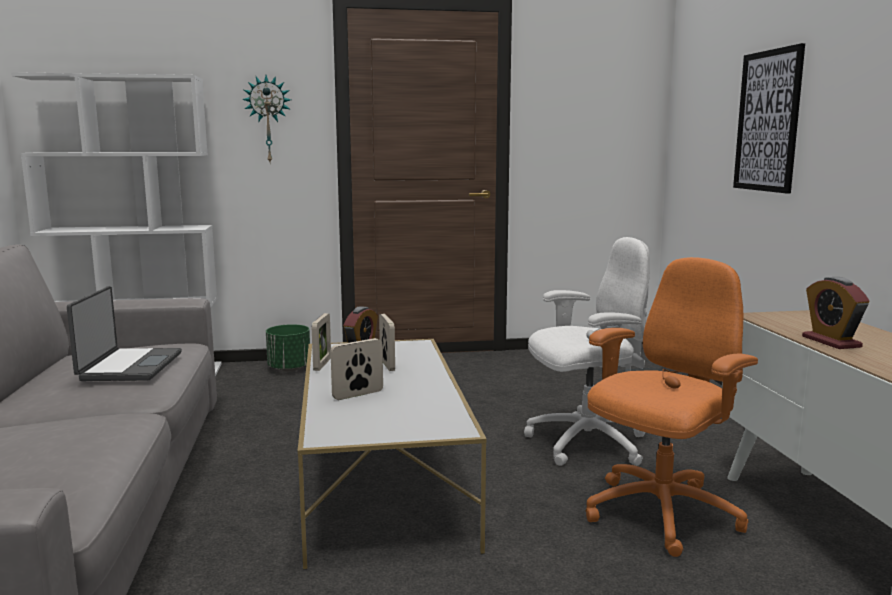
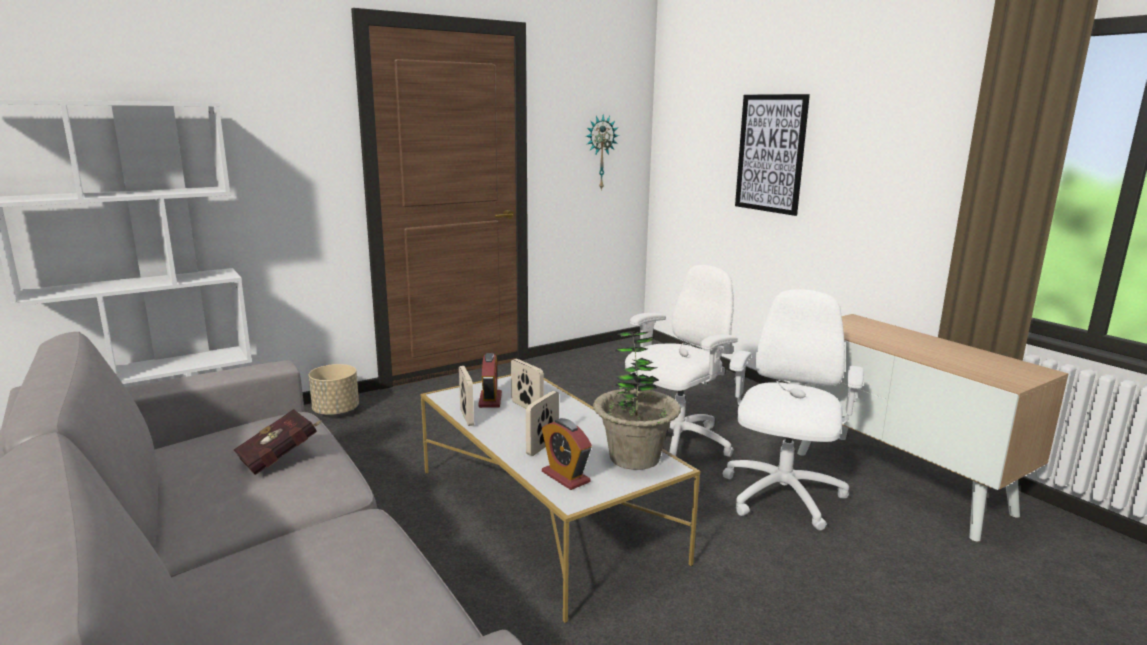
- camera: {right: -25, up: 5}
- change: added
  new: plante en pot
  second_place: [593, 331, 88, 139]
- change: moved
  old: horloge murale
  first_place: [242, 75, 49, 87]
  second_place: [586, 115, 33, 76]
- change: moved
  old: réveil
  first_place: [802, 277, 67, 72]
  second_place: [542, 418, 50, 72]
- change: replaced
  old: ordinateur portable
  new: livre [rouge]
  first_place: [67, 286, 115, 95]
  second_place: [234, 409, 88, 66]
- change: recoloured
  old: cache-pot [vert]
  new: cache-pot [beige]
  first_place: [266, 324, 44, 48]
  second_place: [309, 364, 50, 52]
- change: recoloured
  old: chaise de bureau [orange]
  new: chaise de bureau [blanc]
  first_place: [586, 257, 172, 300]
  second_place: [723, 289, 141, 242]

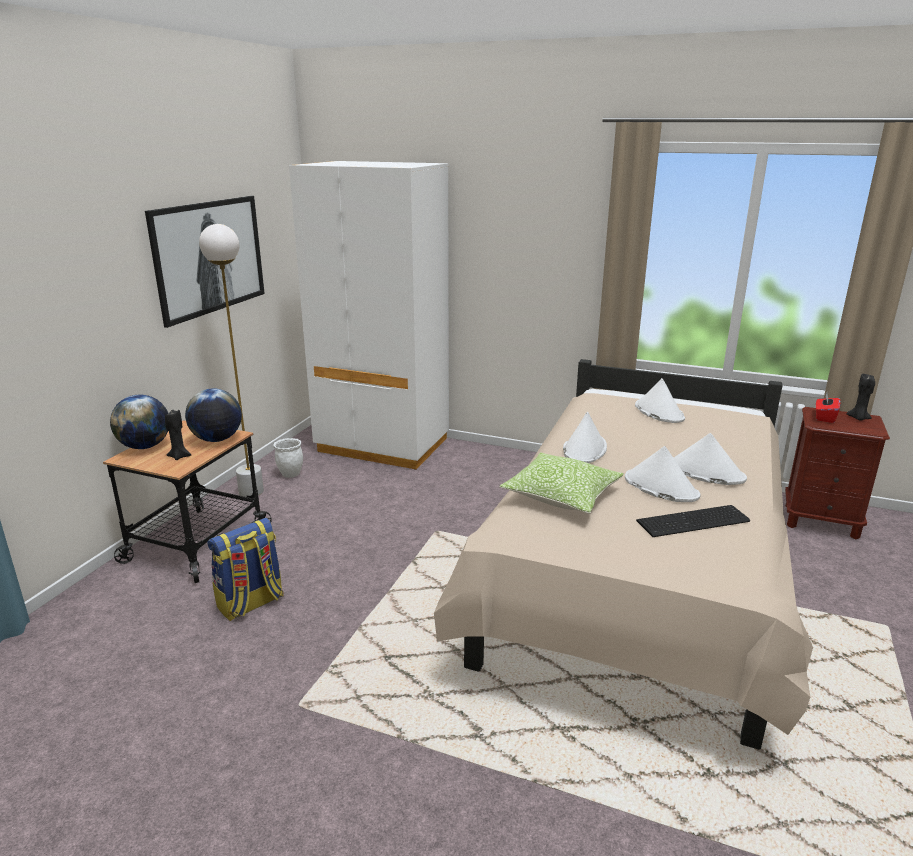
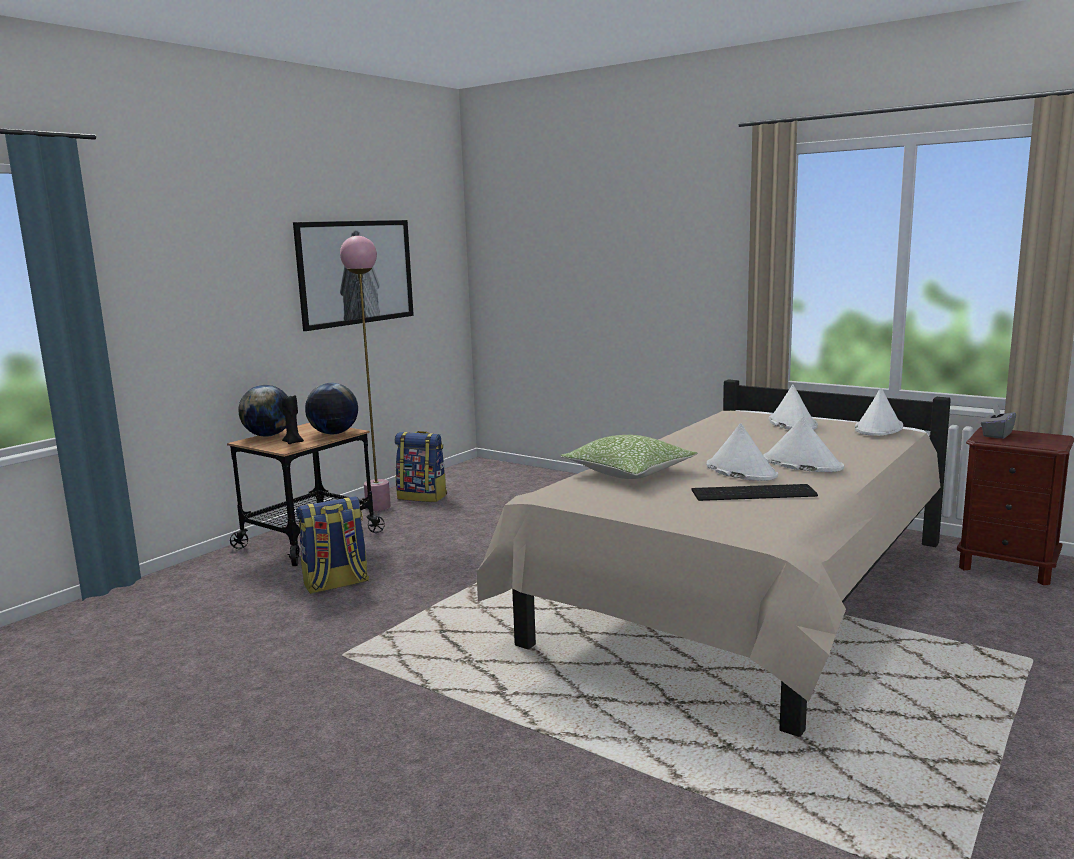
- camera: {right: 15, up: -10}
- change: removed
  old: armoire [blanc]
  first_place: [289, 161, 160, 309]
- change: removed
  old: bougie [noir]
  first_place: [847, 374, 28, 47]
- change: moved
  old: chapeau [blanc]
  first_place: [563, 412, 44, 51]
  second_place: [855, 388, 48, 48]
- change: replaced
  old: cache-pot [blanc]
  new: sac à dos
  first_place: [274, 438, 29, 40]
  second_place: [395, 431, 52, 71]
- change: recoloured
  old: lampadaire [blanc]
  new: lampadaire [rose]
  first_place: [199, 224, 65, 273]
  second_place: [340, 236, 51, 275]
- change: recoloured
  old: boîte à mouchoirs [rouge]
  new: boîte à mouchoirs [gris]
  first_place: [816, 393, 24, 30]
  second_place: [981, 405, 35, 34]

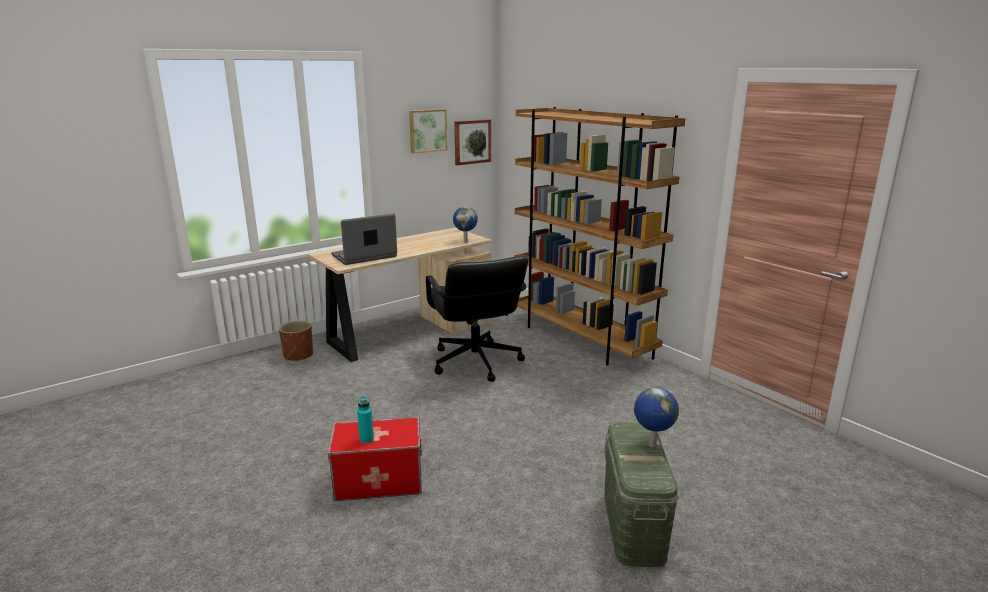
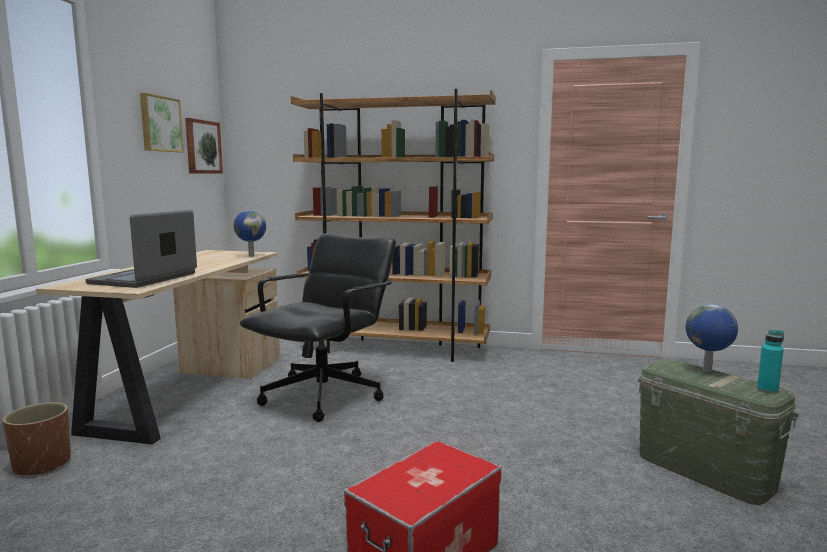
- camera: {right: -40, up: -10}
- change: moved
  old: bouteille [turquoise]
  first_place: [357, 396, 17, 48]
  second_place: [757, 330, 27, 64]
- change: turned
  old: chaise de bureau [noir]
  first_place: [426, 256, 103, 126]
  second_place: [240, 233, 156, 189]
  degrees: -90

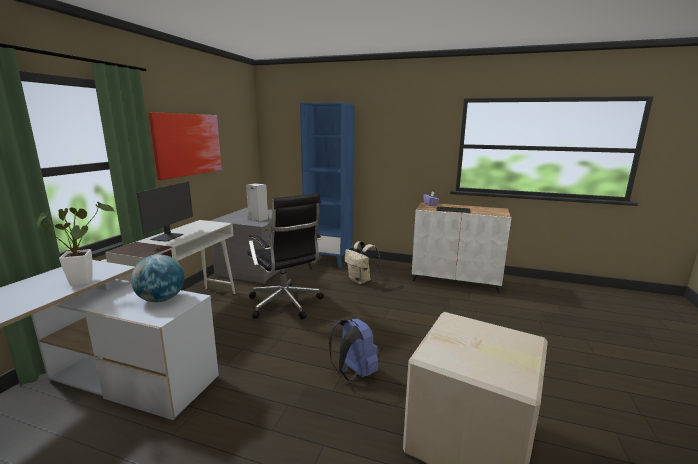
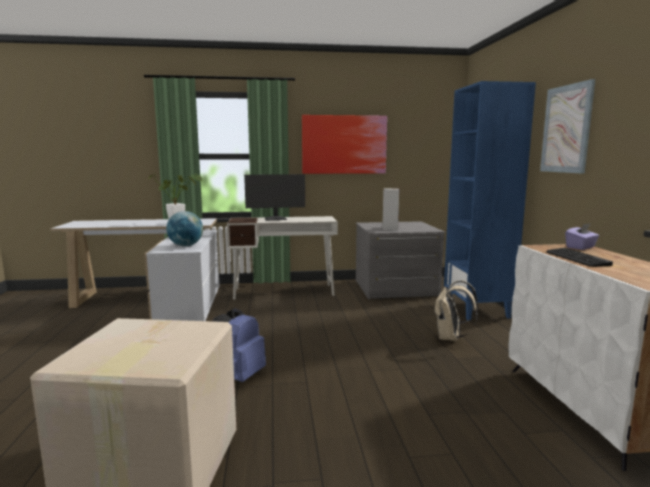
- camera: {right: 65, up: -5}
- change: removed
  old: chaise de bureau [noir]
  first_place: [247, 193, 77, 126]
- change: added
  new: tableau
  second_place: [540, 79, 56, 95]

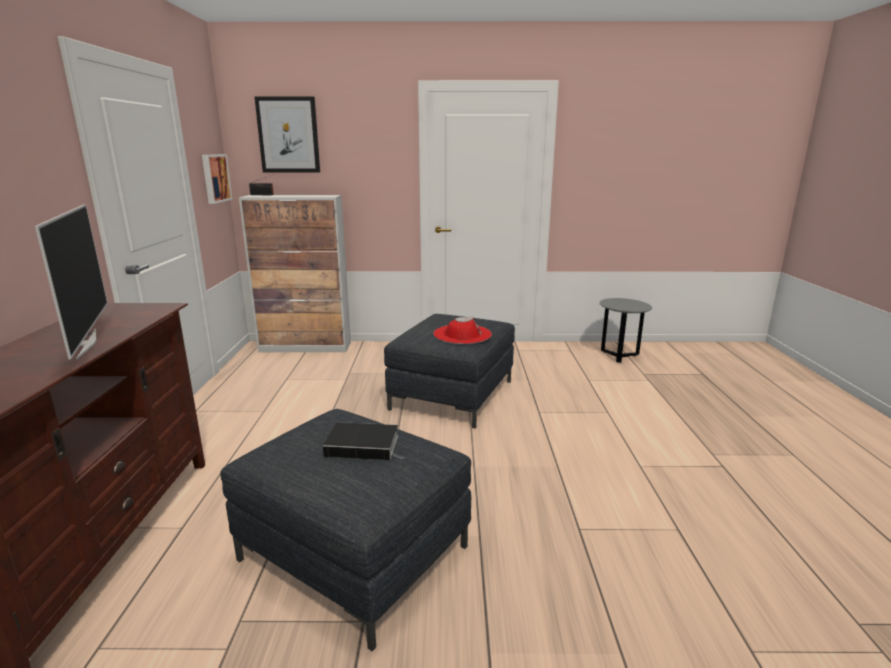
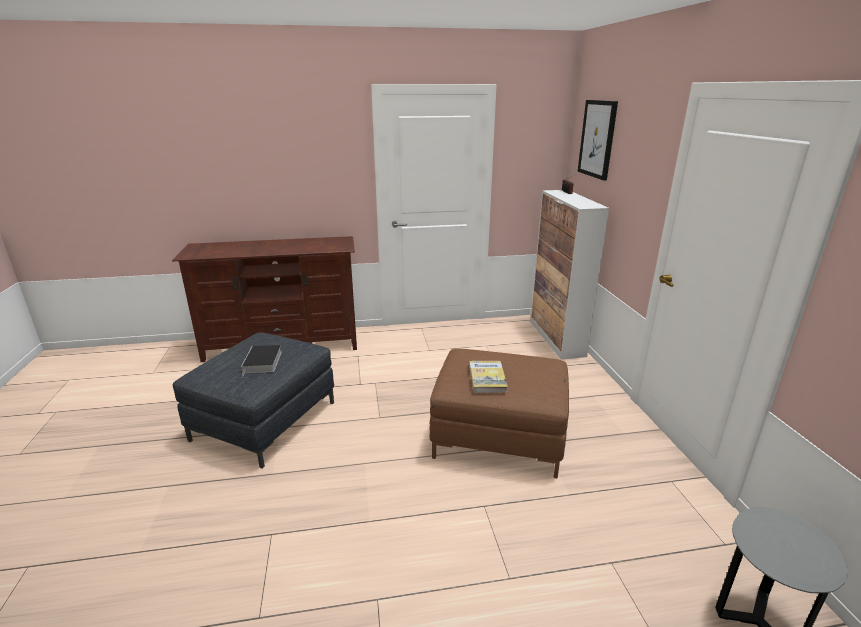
- camera: {right: 80, up: 5}
- change: removed
  old: téléviseur
  first_place: [35, 204, 73, 156]
- change: removed
  old: tableau
  first_place: [202, 154, 31, 50]
- change: replaced
  old: chapeau [rouge]
  new: livre
  first_place: [433, 317, 59, 27]
  second_place: [469, 361, 39, 32]
- change: recoloured
  old: pouf [gris]
  new: pouf [marron]
  first_place: [384, 314, 131, 115]
  second_place: [429, 348, 140, 130]

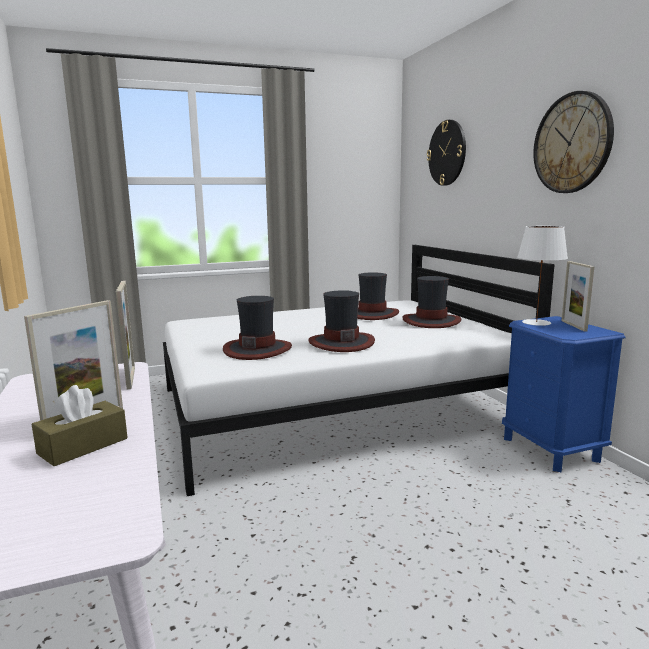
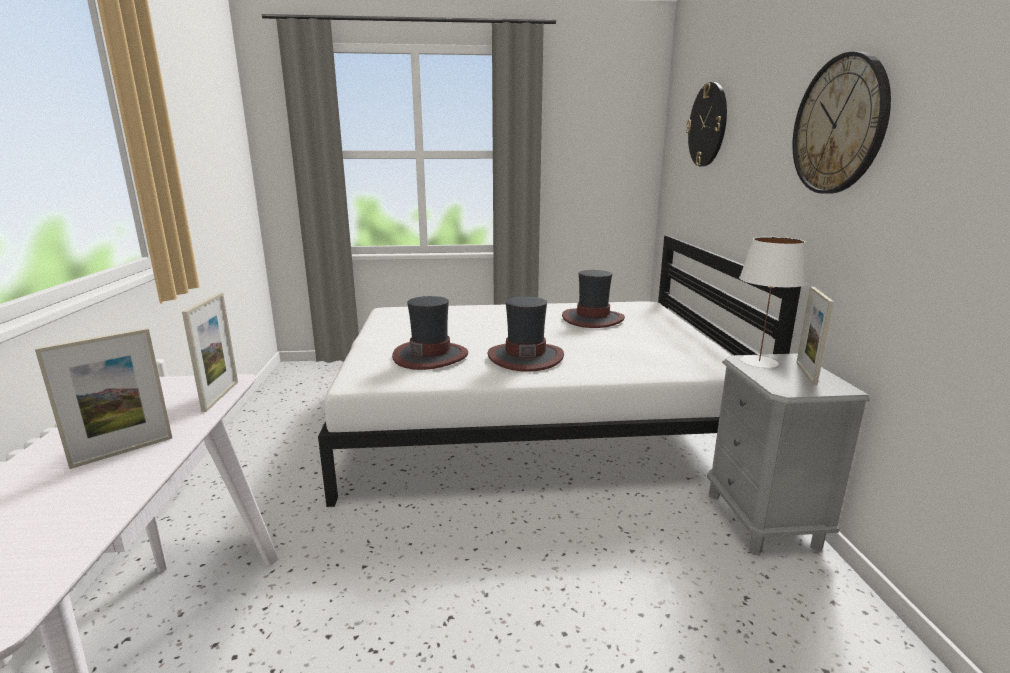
- camera: {right: 15, up: 5}
- change: removed
  old: boîte à mouchoirs [marron]
  first_place: [32, 385, 96, 81]
- change: removed
  old: chapeau
  first_place: [402, 276, 59, 52]
- change: recoloured
  old: table de chevet [bleu]
  new: table de chevet [gris]
  first_place: [502, 316, 123, 156]
  second_place: [707, 353, 163, 202]

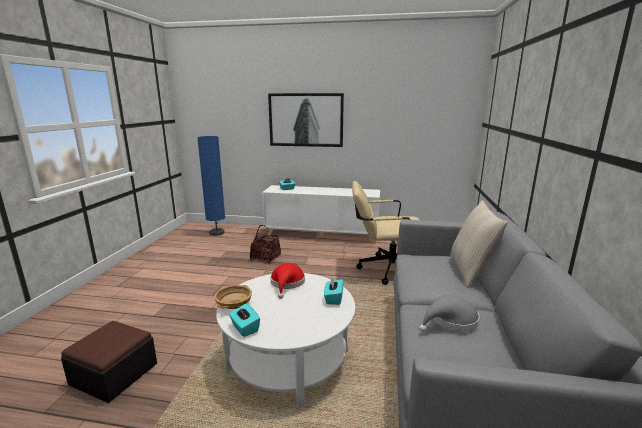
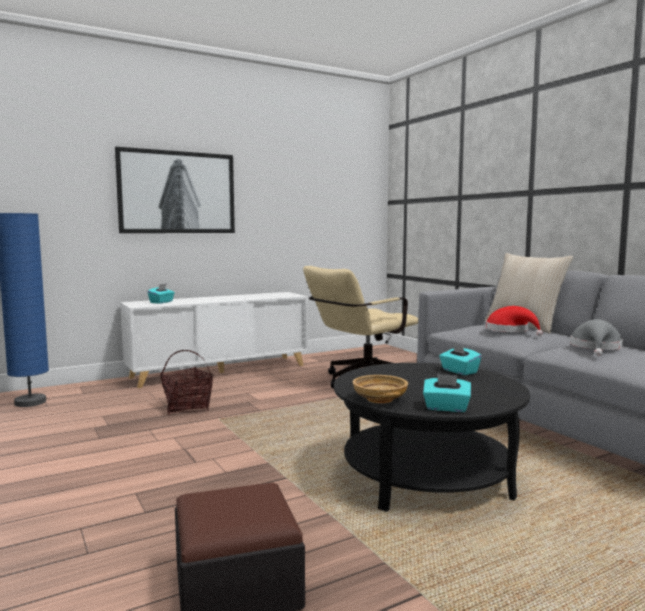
- camera: {right: -40, up: -10}
- change: moved
  old: chapeau [rouge]
  first_place: [271, 263, 34, 36]
  second_place: [486, 306, 57, 30]
- change: recoloured
  old: table basse [blanc]
  new: table basse [noir]
  first_place: [216, 273, 139, 135]
  second_place: [334, 363, 196, 149]

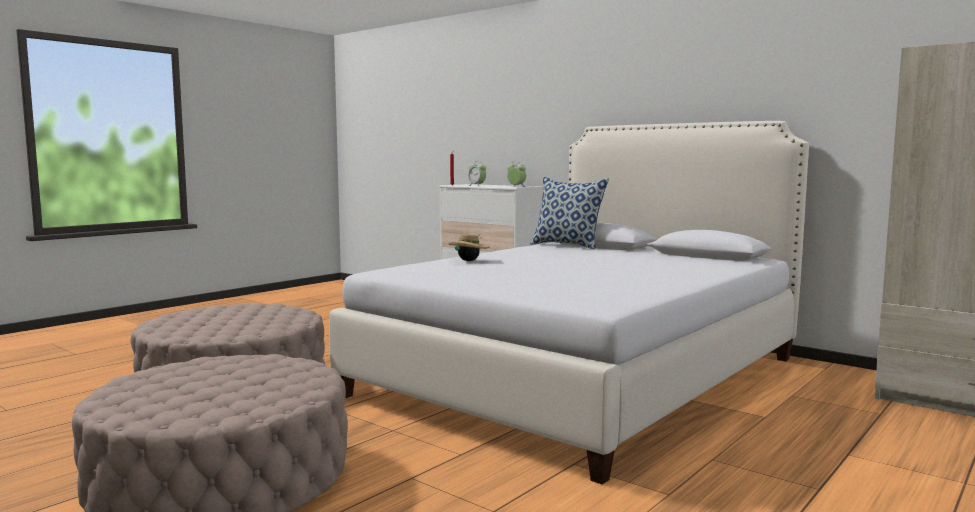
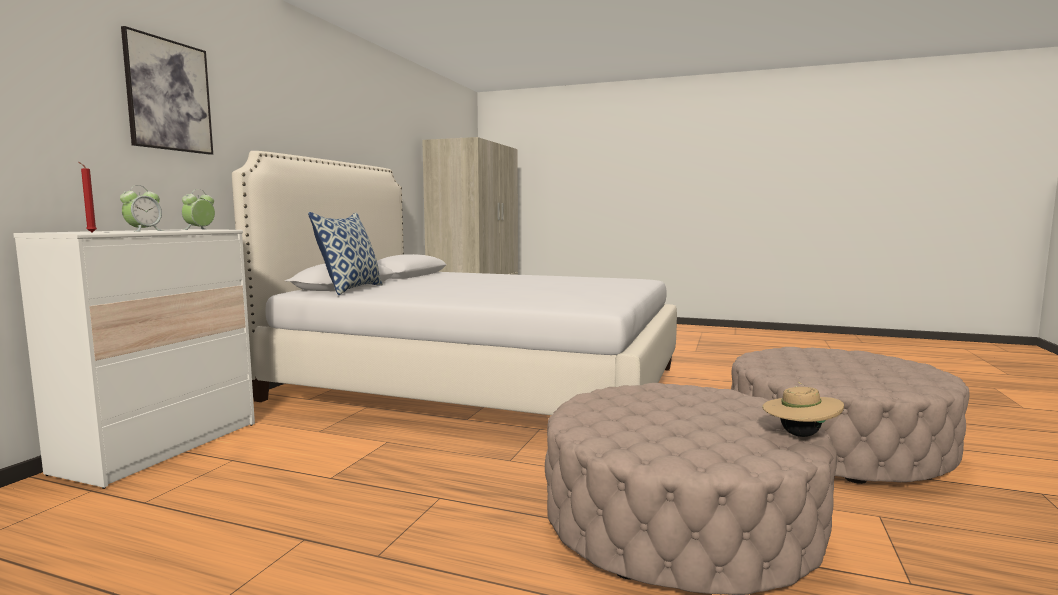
- camera: {right: -110, up: 0}
- change: added
  new: tableau
  second_place: [121, 26, 92, 129]
- change: moved
  old: chapeau [beige]
  first_place: [448, 234, 42, 27]
  second_place: [762, 382, 82, 55]

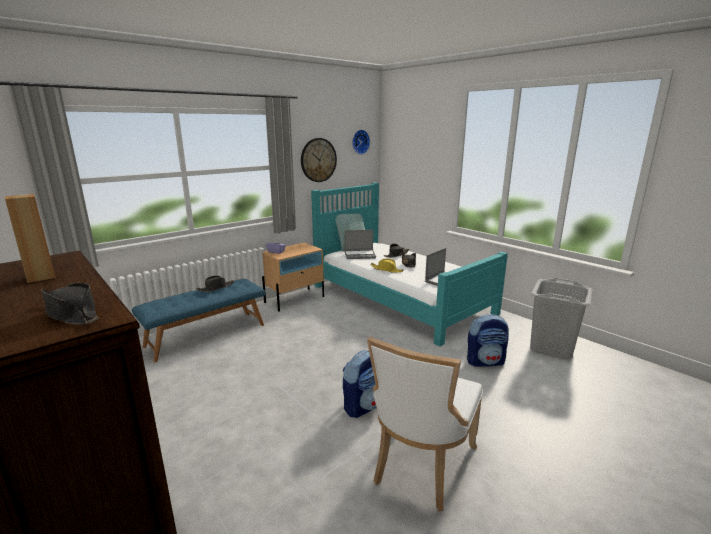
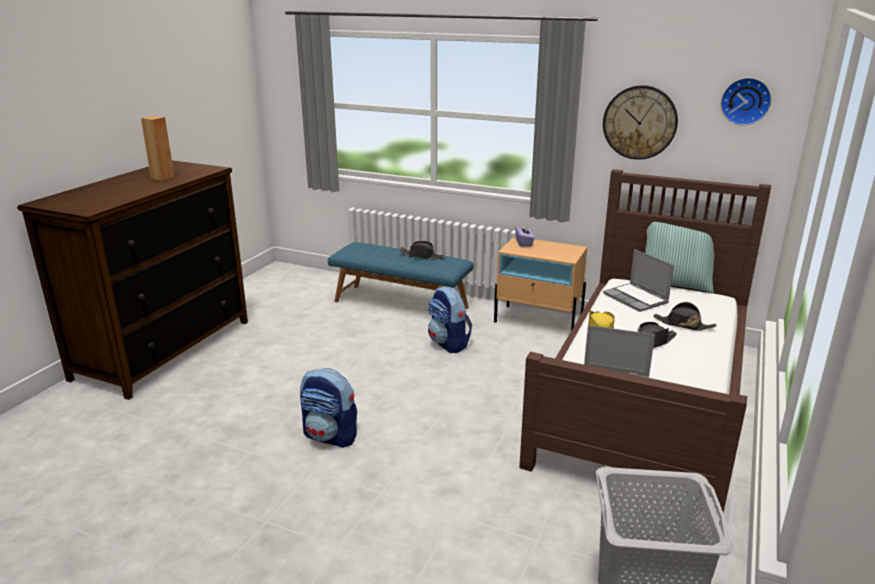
- camera: {right: 65, up: 5}
- change: removed
  old: chapeau [noir]
  first_place: [41, 283, 58, 42]
- change: removed
  old: chaise [blanc]
  first_place: [367, 337, 115, 174]
- change: moved
  old: sac à dos
  first_place: [467, 314, 42, 53]
  second_place: [428, 286, 44, 67]
- change: recoloured
  old: lit [turquoise]
  new: lit [marron]
  first_place: [311, 183, 197, 163]
  second_place: [519, 169, 252, 344]

